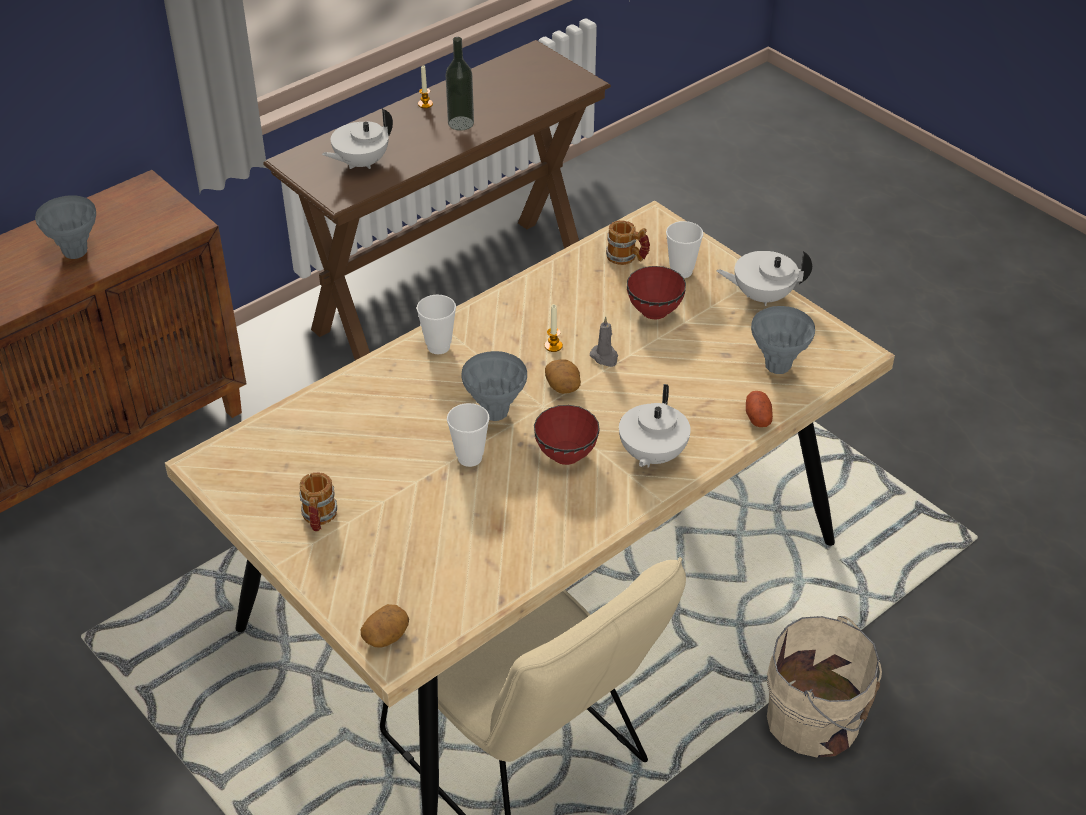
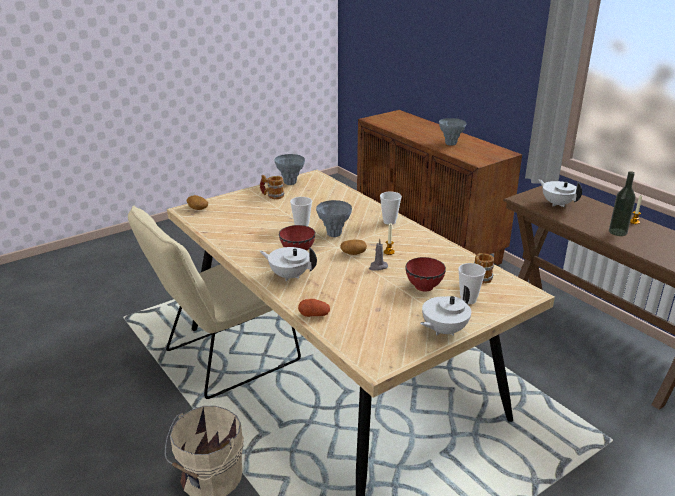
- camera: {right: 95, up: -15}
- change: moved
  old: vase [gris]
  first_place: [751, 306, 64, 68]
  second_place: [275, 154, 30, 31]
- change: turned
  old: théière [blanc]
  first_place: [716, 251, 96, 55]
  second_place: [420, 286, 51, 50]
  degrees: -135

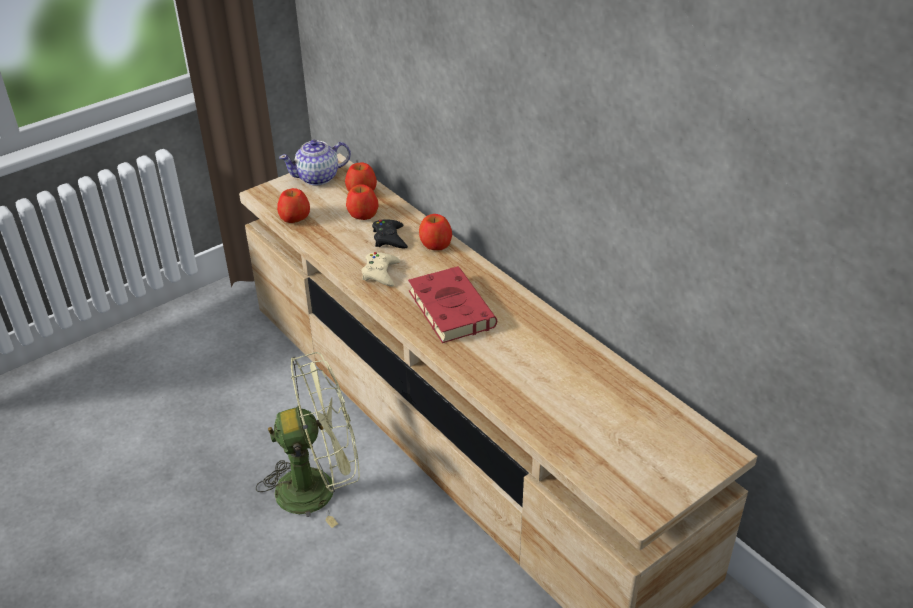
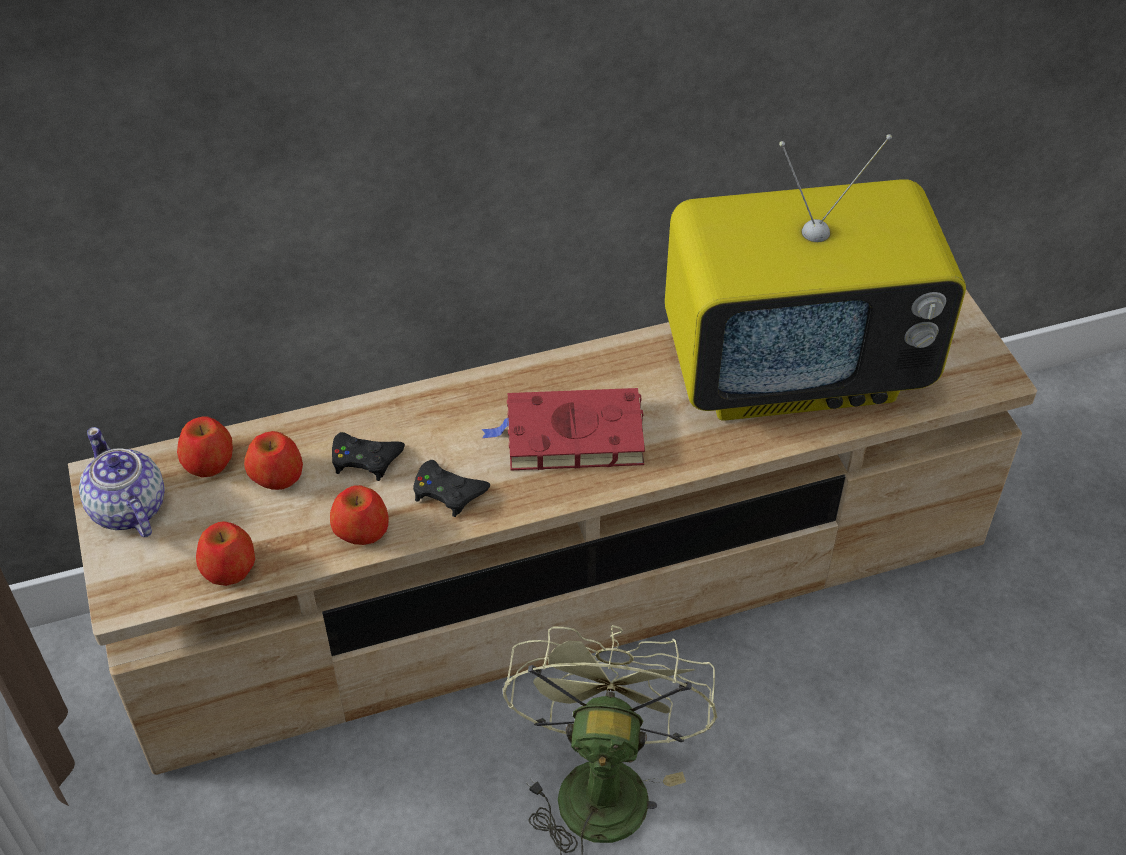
- camera: {right: -70, up: 10}
- change: added
  new: téléviseur
  second_place: [665, 134, 301, 287]
- change: moved
  old: pomme
  first_place: [419, 214, 33, 36]
  second_place: [330, 485, 59, 60]
- change: recoloured
  old: manette [beige]
  new: manette [noir]
  first_place: [362, 252, 38, 35]
  second_place: [413, 460, 77, 57]
- change: turned
  old: théière
  first_place: [279, 140, 72, 46]
  second_place: [79, 427, 86, 110]
  degrees: 150

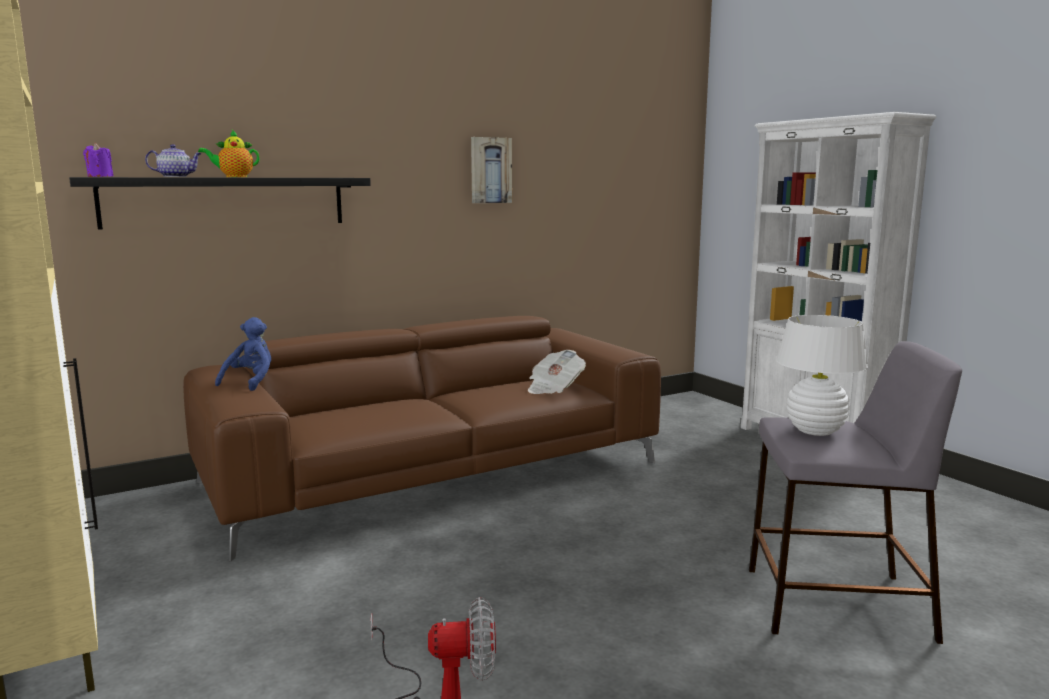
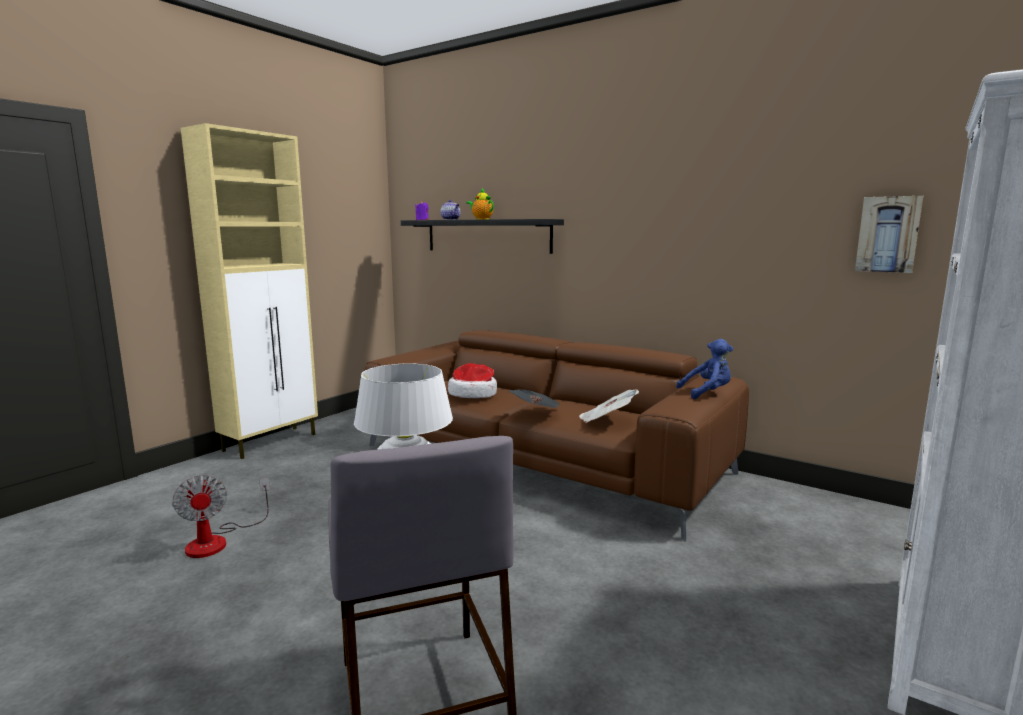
- camera: {right: 65, up: 0}
- change: added
  new: chapeau
  second_place: [448, 363, 49, 35]
- change: added
  new: journal
  second_place: [508, 390, 52, 18]
- change: moved
  old: peluche [bleu]
  first_place: [215, 317, 56, 74]
  second_place: [676, 339, 57, 60]
- change: moved
  old: tableau
  first_place: [471, 137, 41, 66]
  second_place: [855, 196, 68, 77]

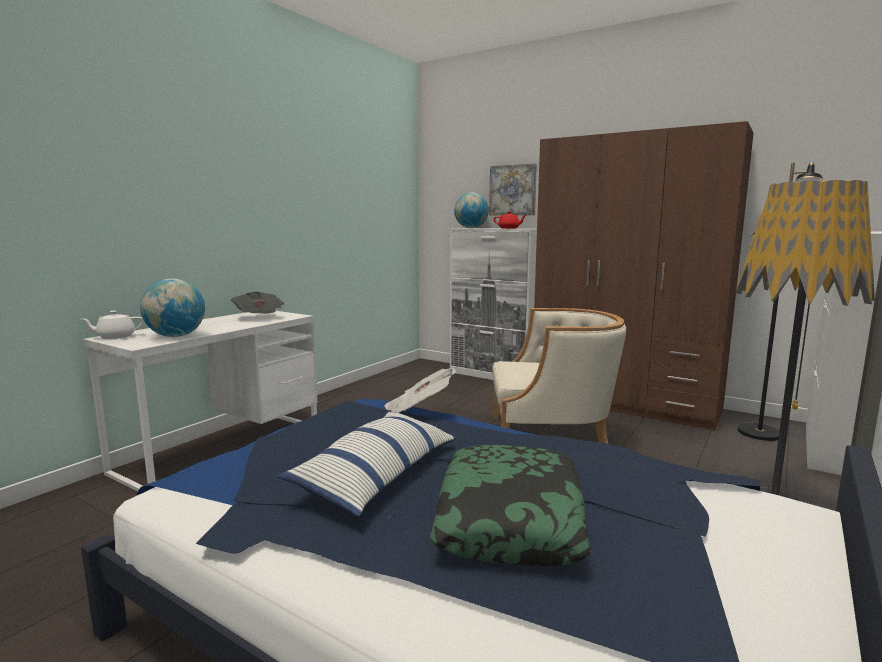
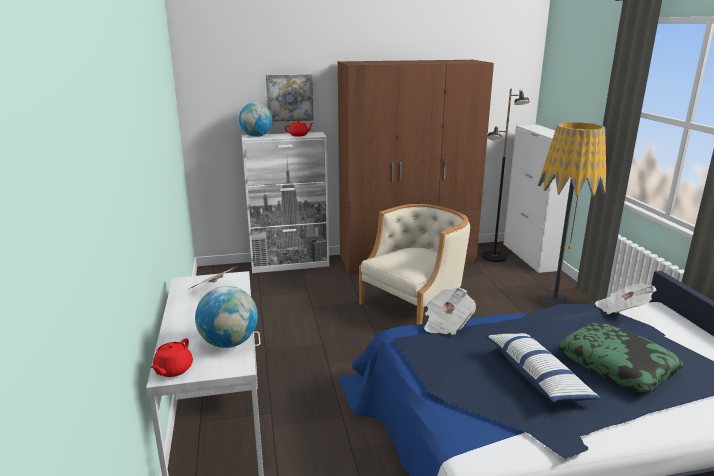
- camera: {right: -45, up: 10}
- change: added
  new: journal
  second_place: [595, 283, 62, 31]
- change: recoloured
  old: théière [blanc]
  new: théière [rouge]
  first_place: [81, 311, 63, 28]
  second_place: [151, 338, 42, 39]

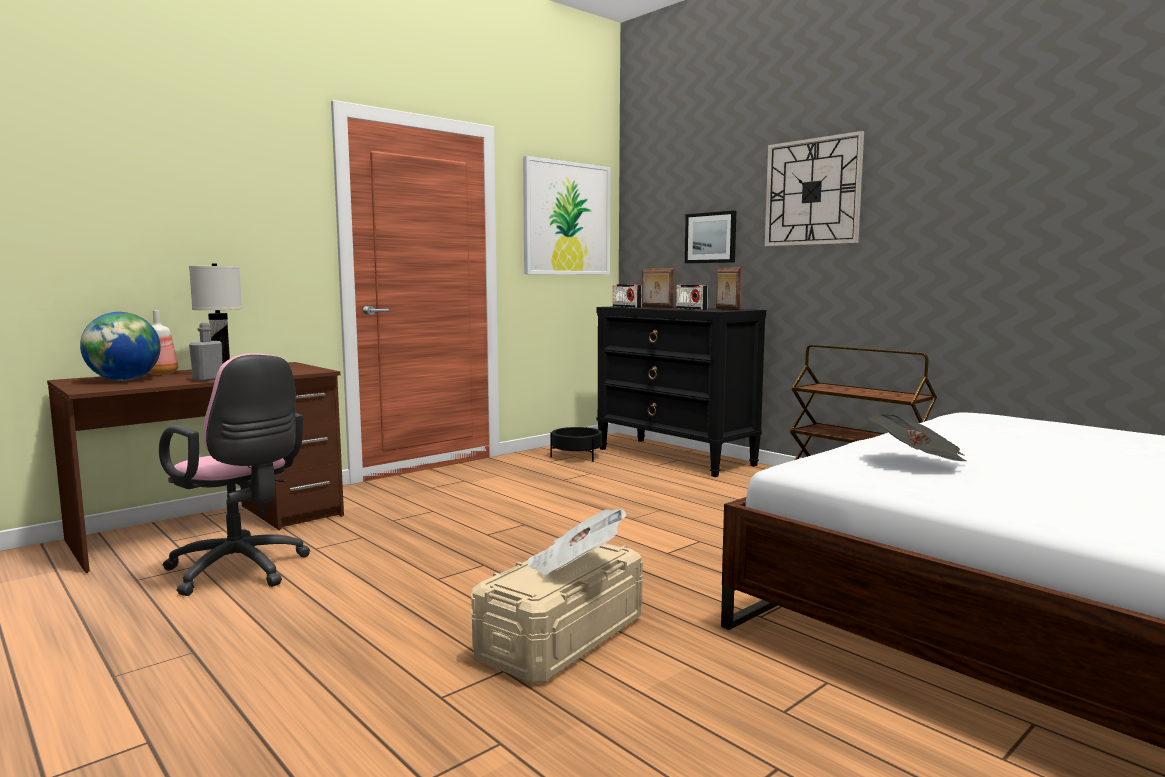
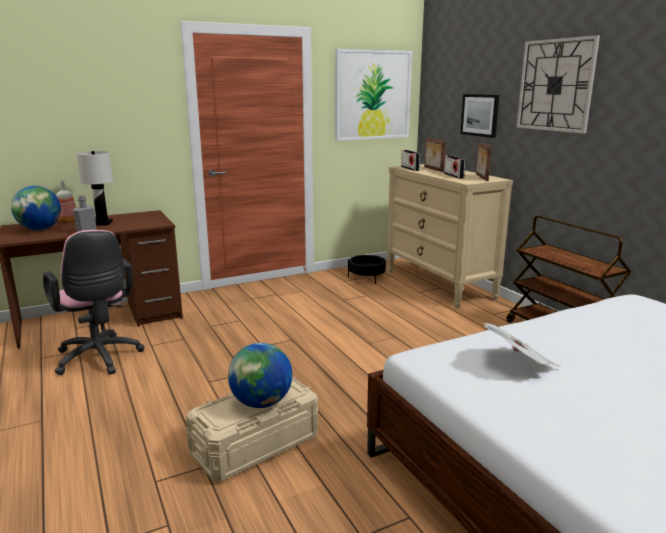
- camera: {right: 15, up: 10}
- change: replaced
  old: journal
  new: globe
  first_place: [526, 509, 101, 67]
  second_place: [228, 343, 64, 65]
- change: recoloured
  old: commode [noir]
  new: commode [beige]
  first_place: [597, 307, 169, 170]
  second_place: [387, 164, 126, 144]

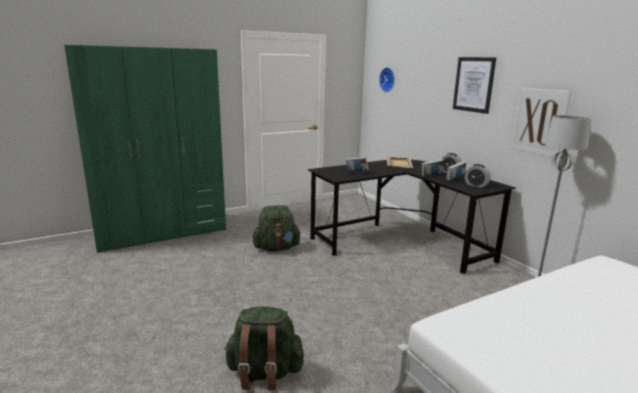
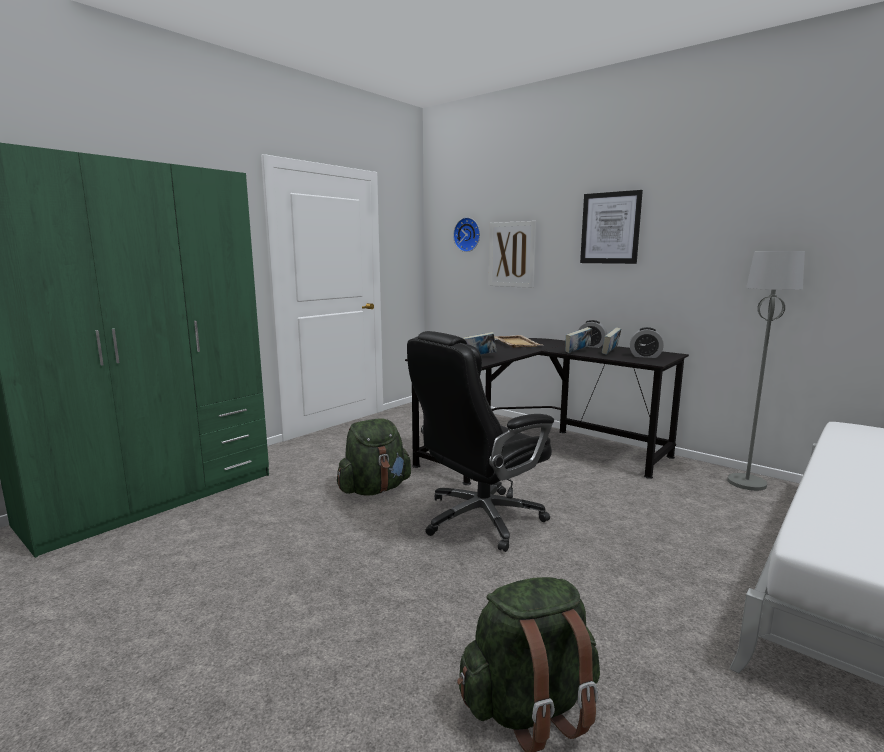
- camera: {right: -20, up: -5}
- change: added
  new: chaise de bureau [noir]
  second_place: [407, 331, 147, 221]
- change: moved
  old: tableau
  first_place: [510, 88, 62, 70]
  second_place: [489, 221, 47, 67]

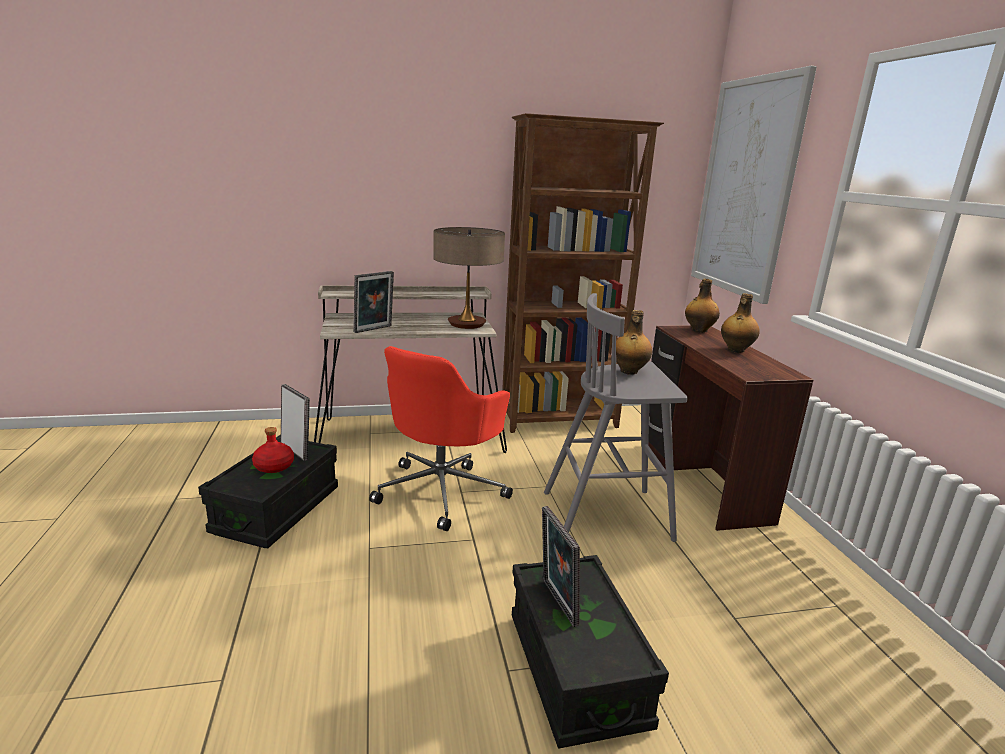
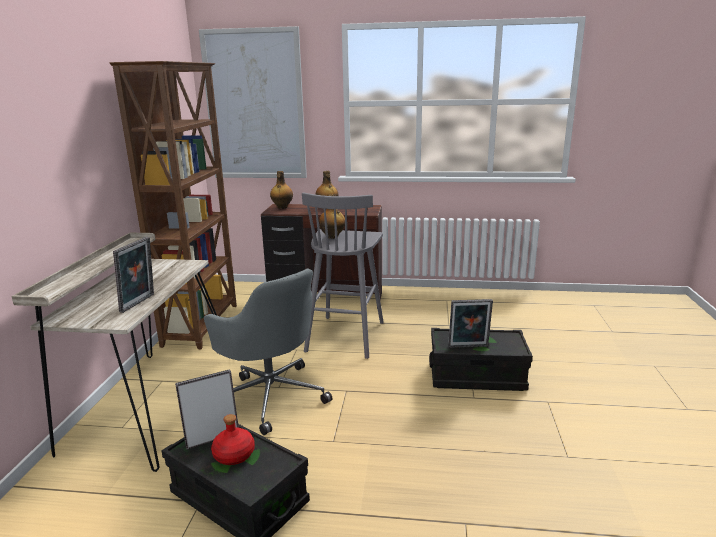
- camera: {right: -70, up: 0}
- change: removed
  old: lampe de table
  first_place: [433, 227, 72, 102]
- change: recoloured
  old: chaise de bureau [rouge]
  new: chaise de bureau [gris]
  first_place: [369, 346, 144, 185]
  second_place: [204, 269, 128, 166]
- change: turned
  old: cadre photo
  first_place: [353, 271, 41, 62]
  second_place: [113, 237, 41, 76]
  degrees: 45

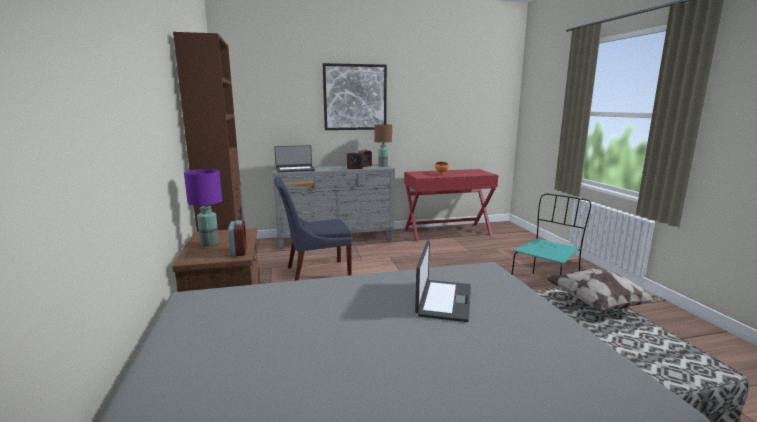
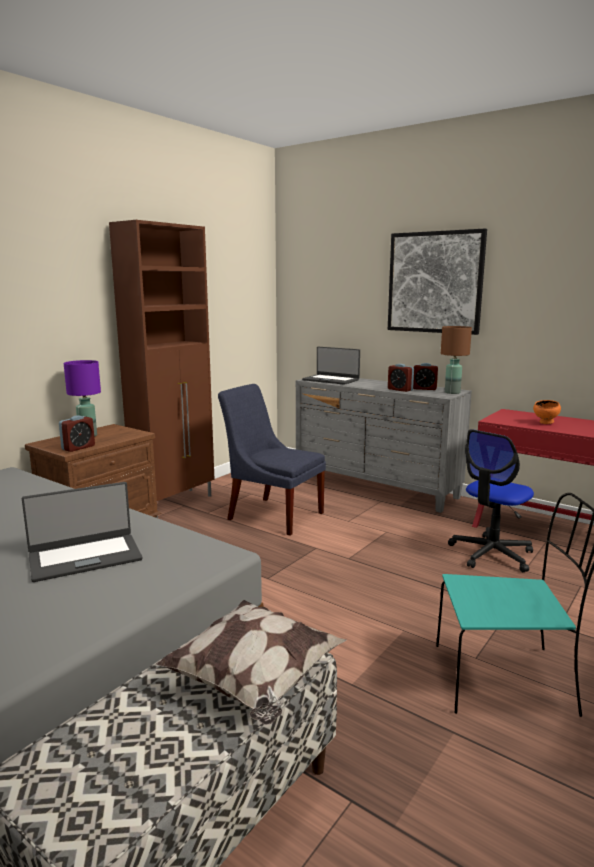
- camera: {right: 50, up: 0}
- change: added
  new: chaise de bureau
  second_place: [448, 429, 86, 143]

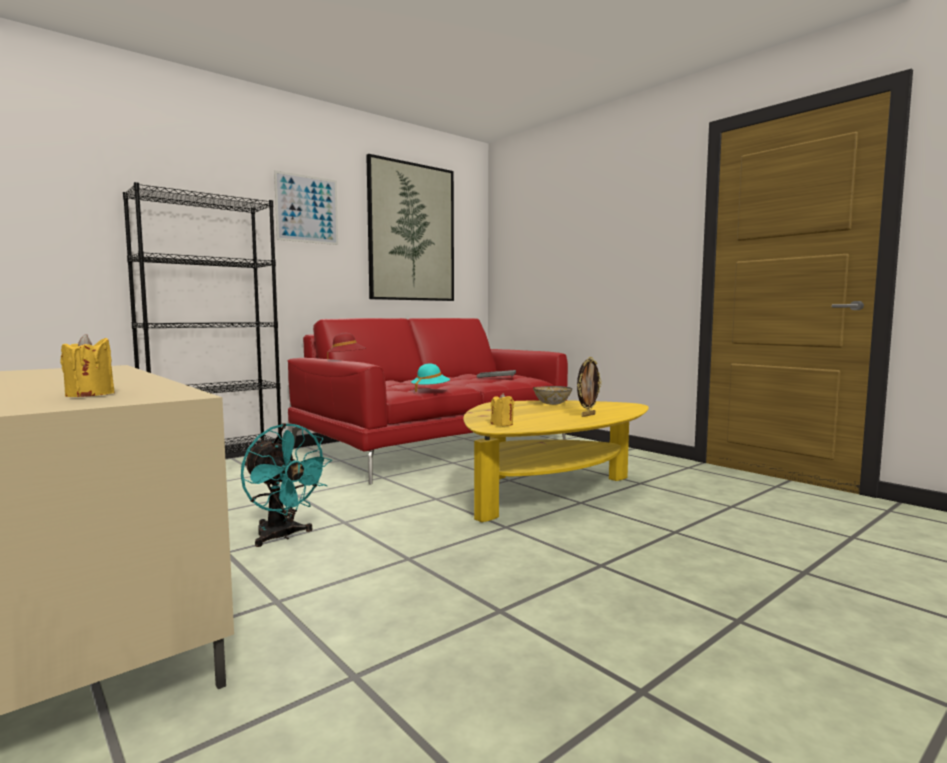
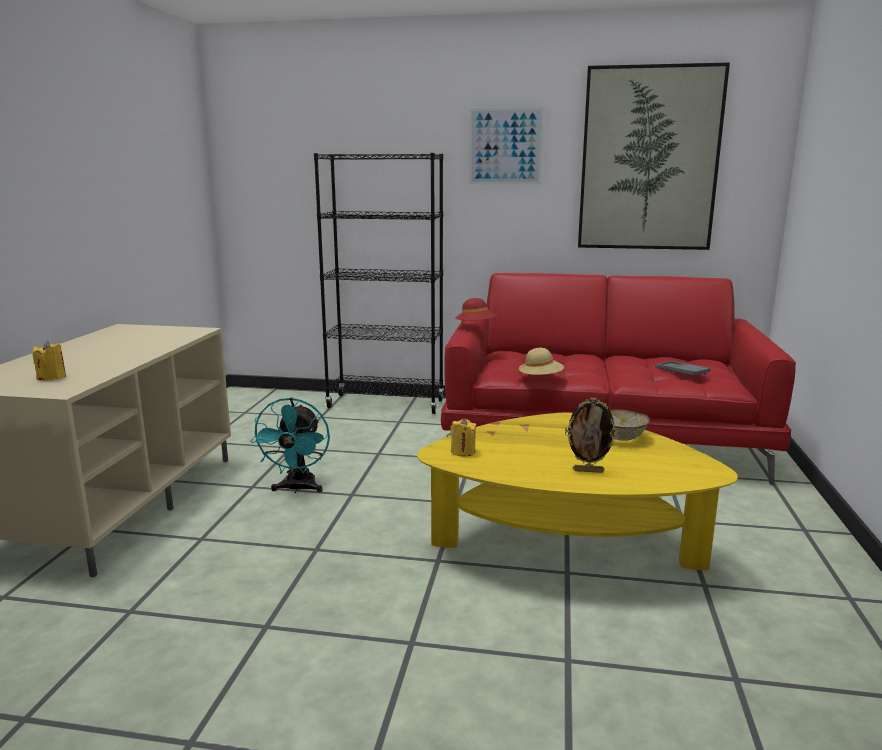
- camera: {right: 50, up: 10}
- change: recoloured
  old: chapeau [turquoise]
  new: chapeau [beige]
  first_place: [411, 364, 39, 28]
  second_place: [518, 348, 46, 27]

